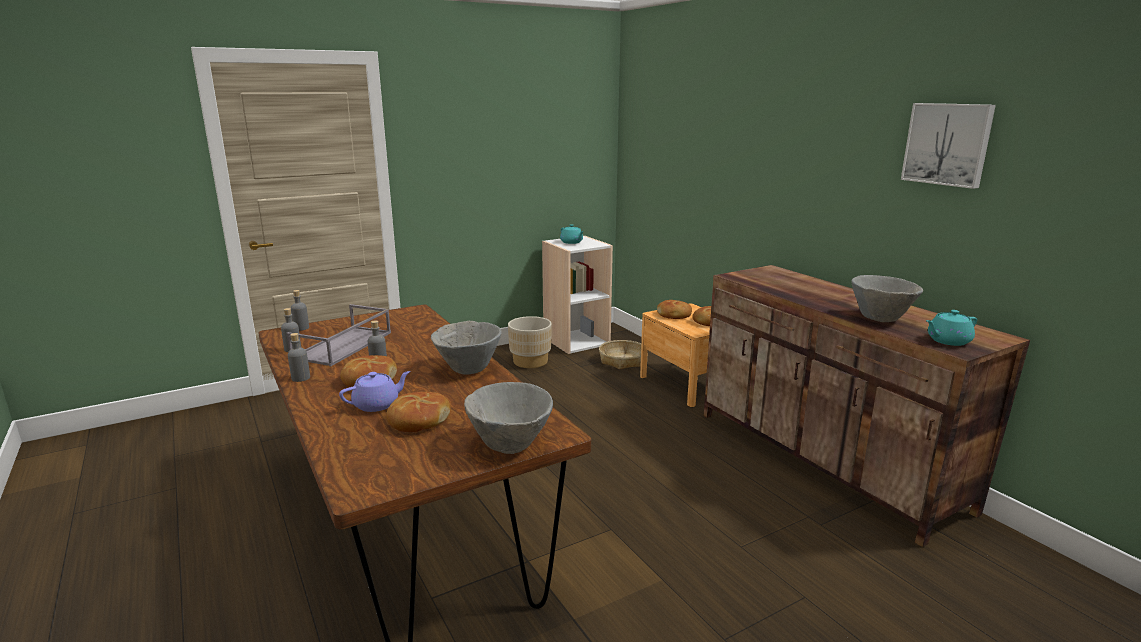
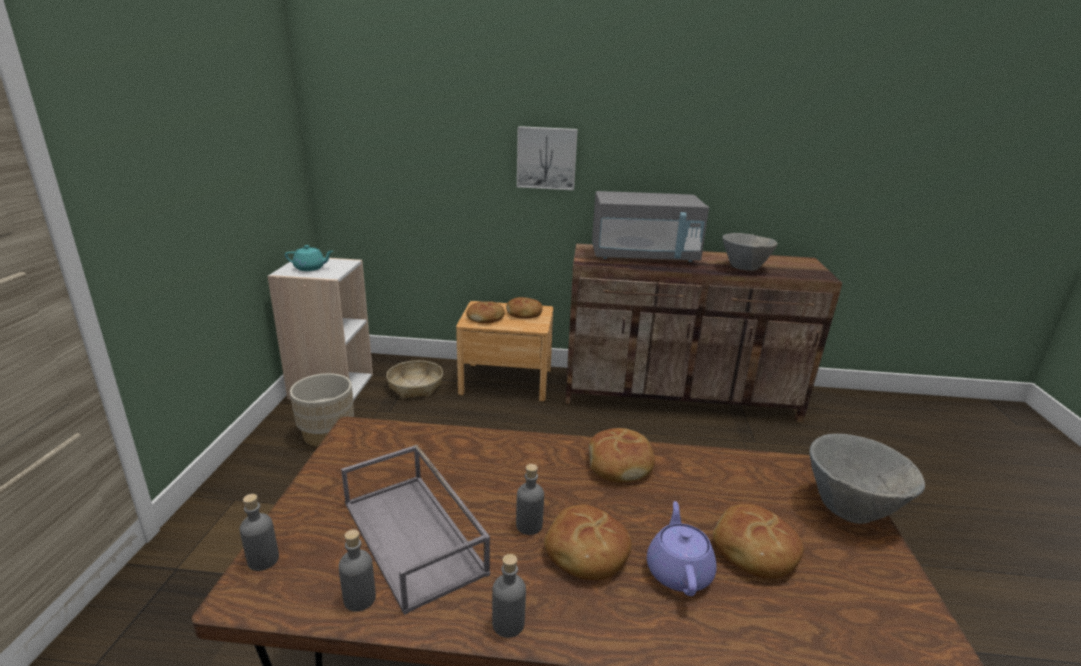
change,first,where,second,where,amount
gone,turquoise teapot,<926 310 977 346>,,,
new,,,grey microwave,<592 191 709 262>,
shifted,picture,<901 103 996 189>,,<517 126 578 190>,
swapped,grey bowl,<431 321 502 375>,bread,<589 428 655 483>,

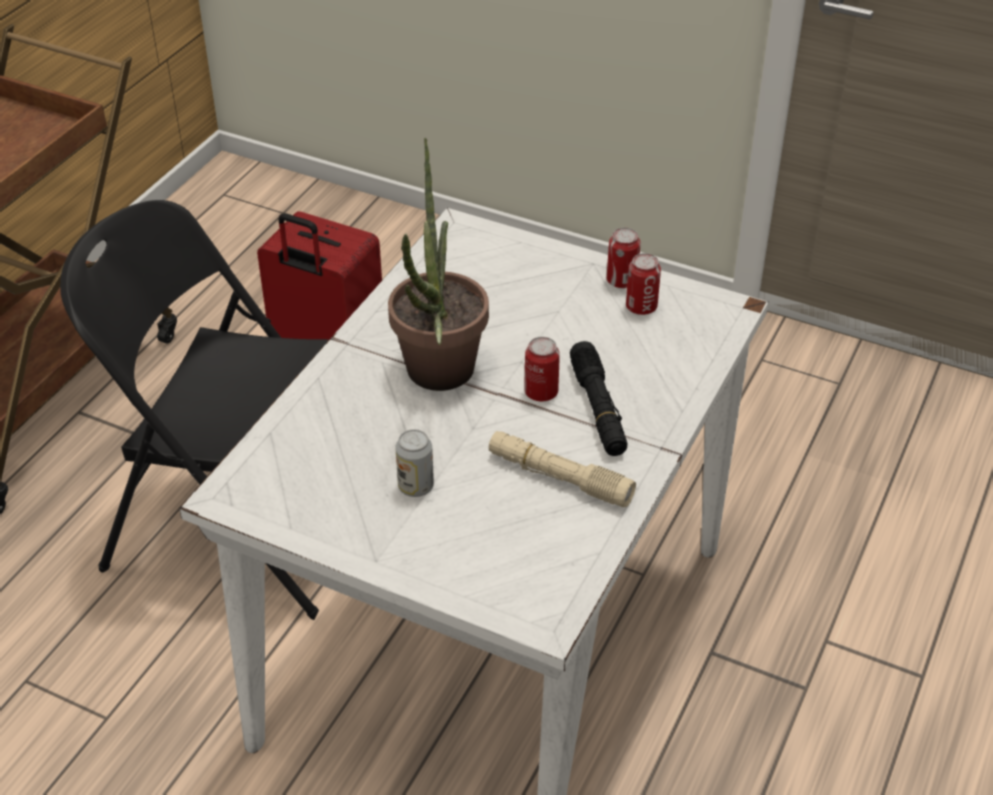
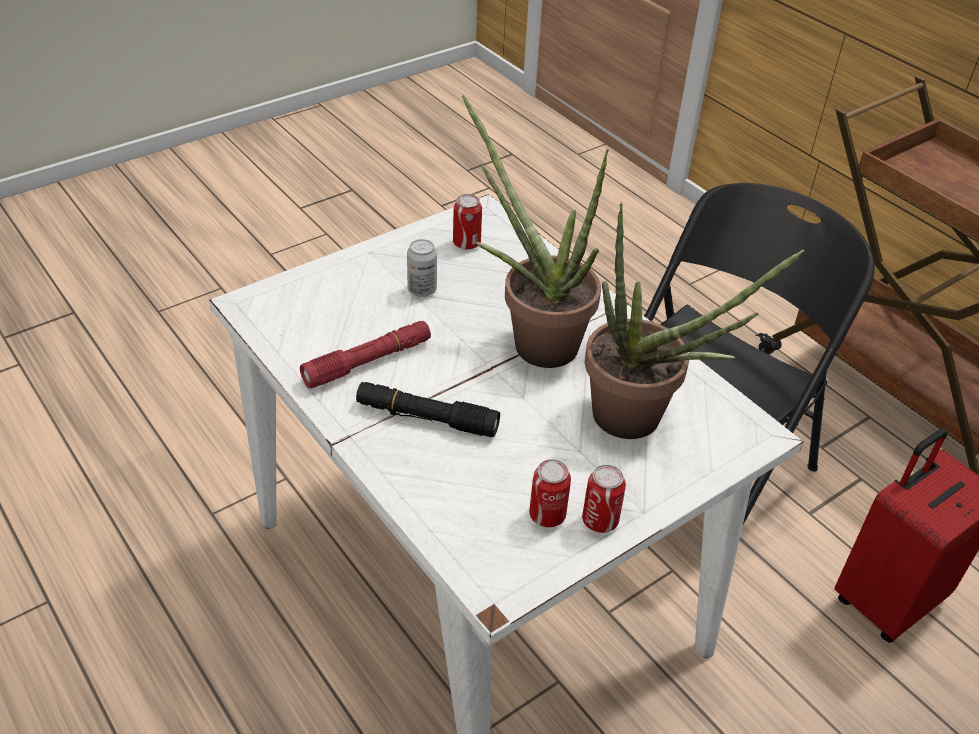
change,first,where,second,where,amount
new,,,potted plant,<585 202 805 439>,
shifted,can,<524 337 560 402>,,<453 194 482 249>,
repainted,beige flashlight,<489 431 636 507>,red flashlight,<300 321 431 388>,

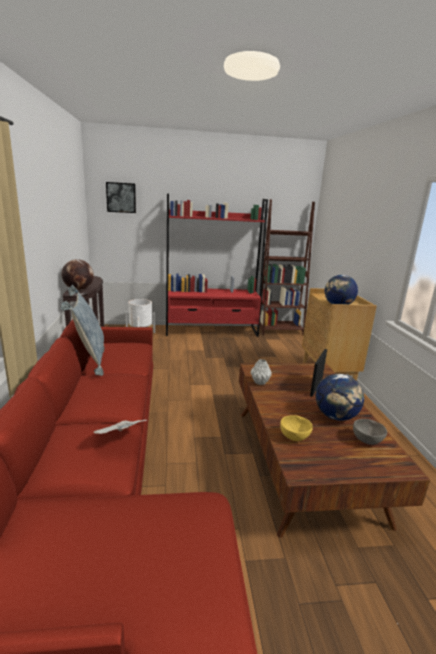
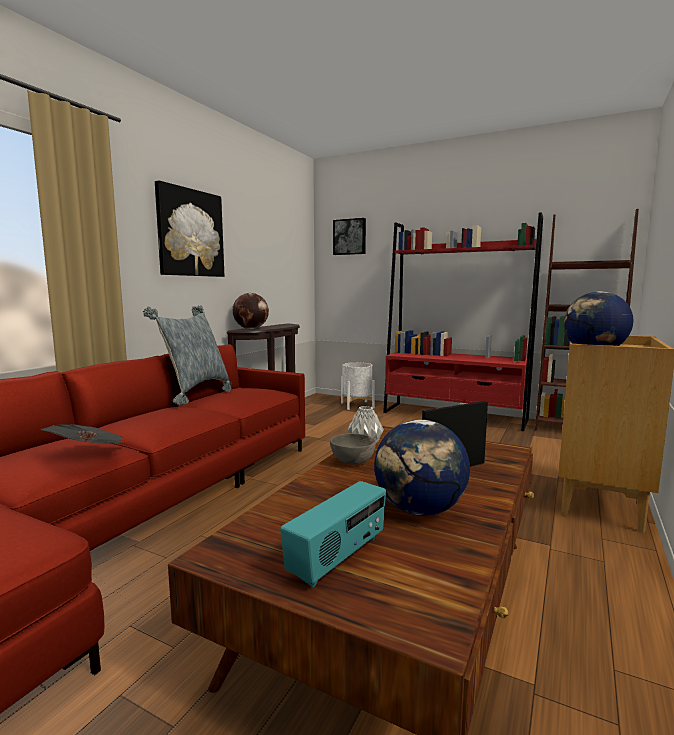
change,first,where,second,where,amount
gone,yellow bowl,<280 415 313 441>,,,
new,,,picture,<155 180 224 277>,
new,,,radio,<280 481 386 588>,
shifted,grey bowl,<353 419 387 445>,,<330 433 376 464>,

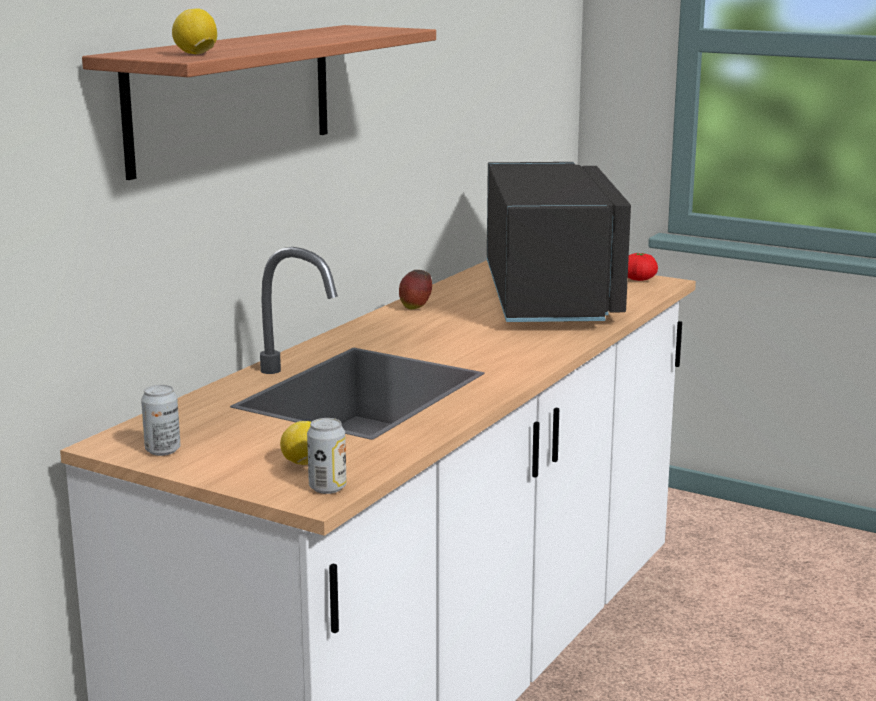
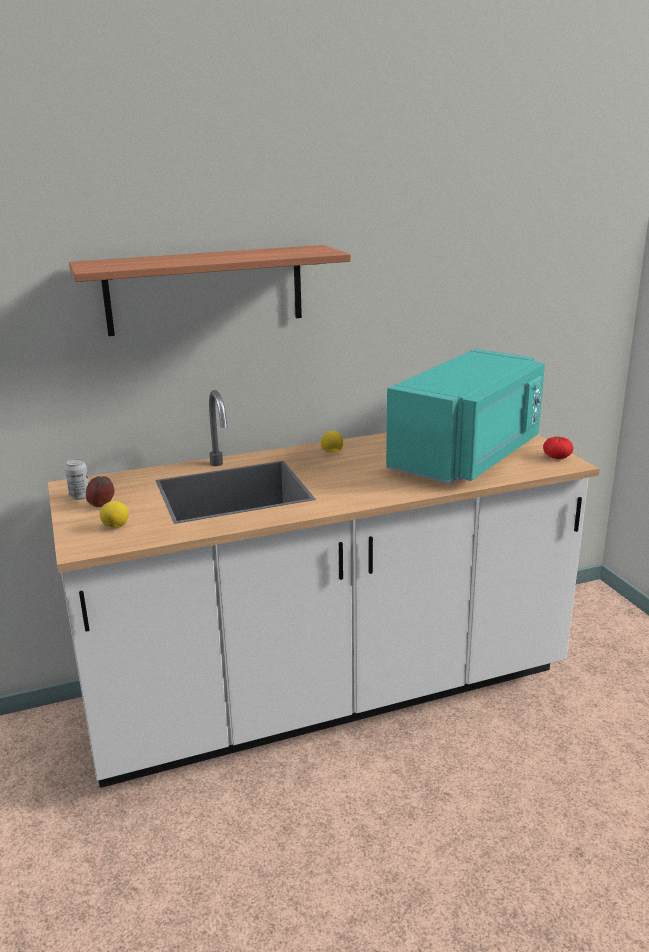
change,first,where,second,where,amount
gone,can,<307 418 346 494>,,,
shifted,lemon,<172 9 217 54>,,<320 431 343 453>,
shifted,apple,<399 270 432 309>,,<86 476 114 507>,
repainted,black microwave,<487 162 631 322>,turquoise microwave,<386 349 545 484>,

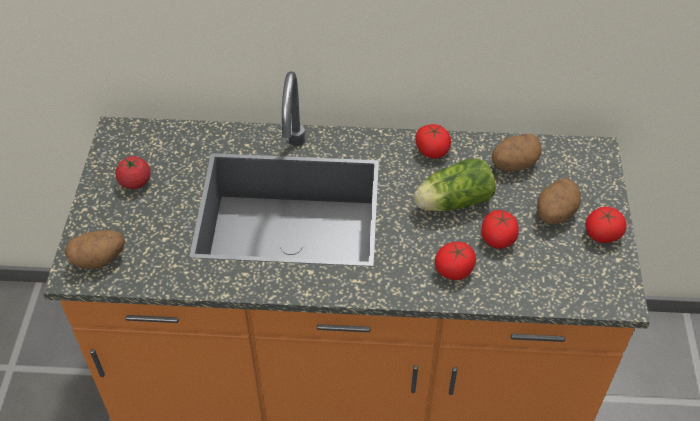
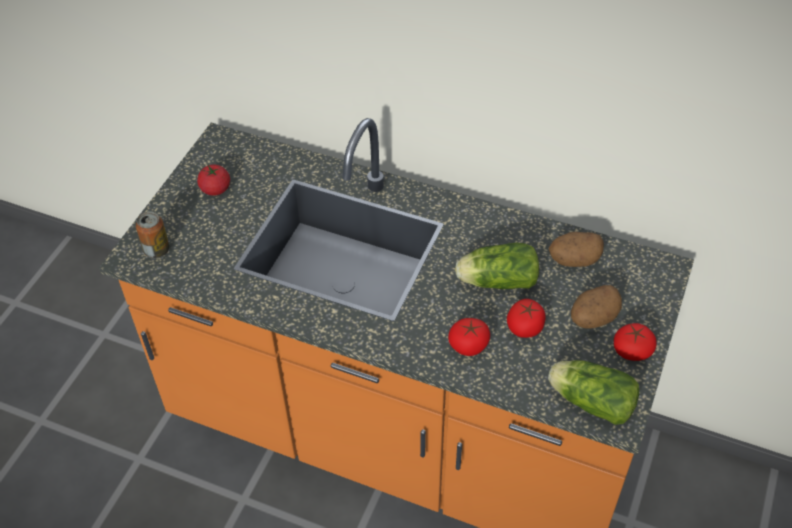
change,first,where,second,where,amount
gone,tomato,<415 124 451 158>,,,
new,,,lettuce,<548 360 639 425>,
swapped,potato,<65 230 125 269>,can,<136 211 169 258>,

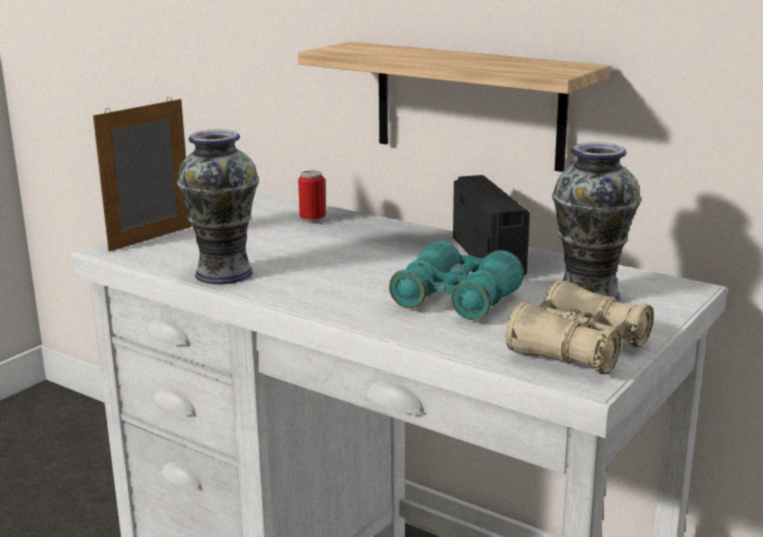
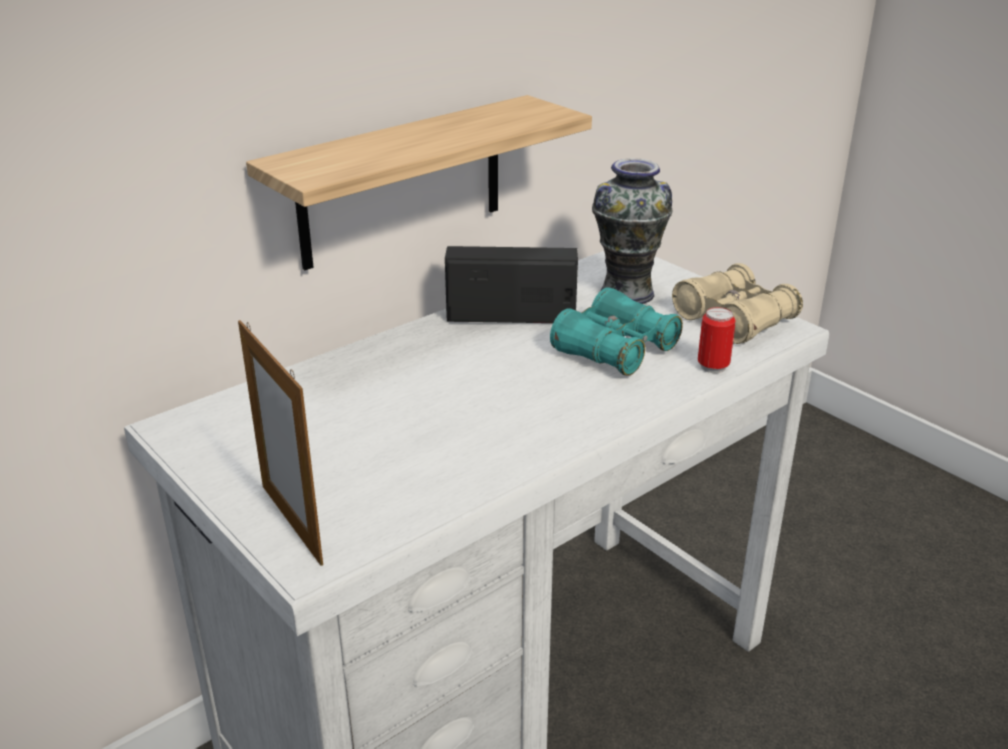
change,first,where,second,where,amount
gone,vase,<177 129 259 284>,,,
shifted,can,<298 171 326 224>,,<698 307 736 373>,

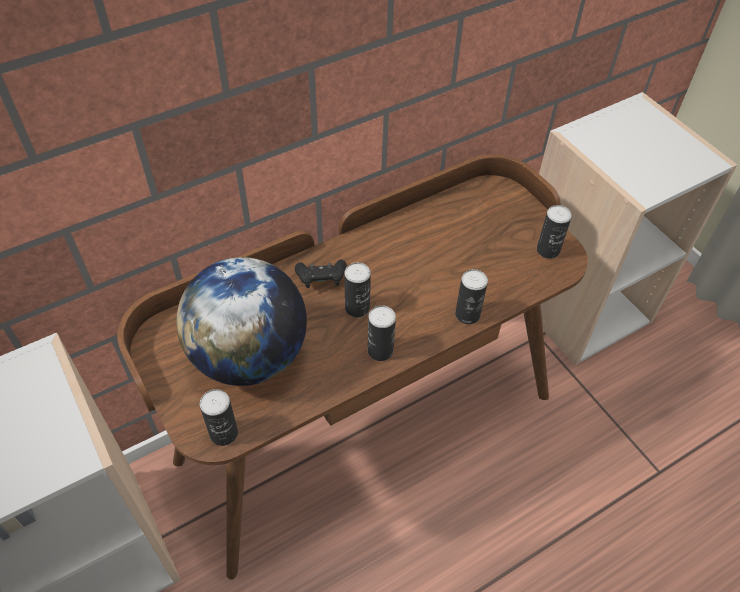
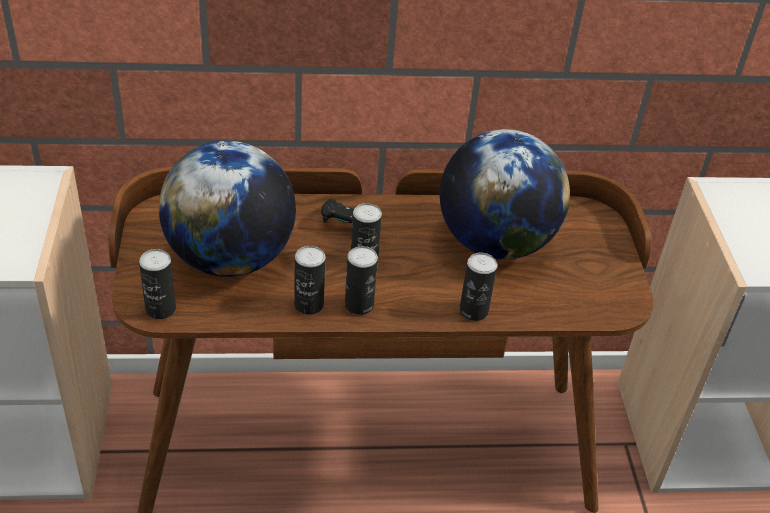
change,first,where,second,where,amount
new,,,globe,<440 129 570 260>,
shifted,can,<537 205 572 259>,,<294 246 325 315>,

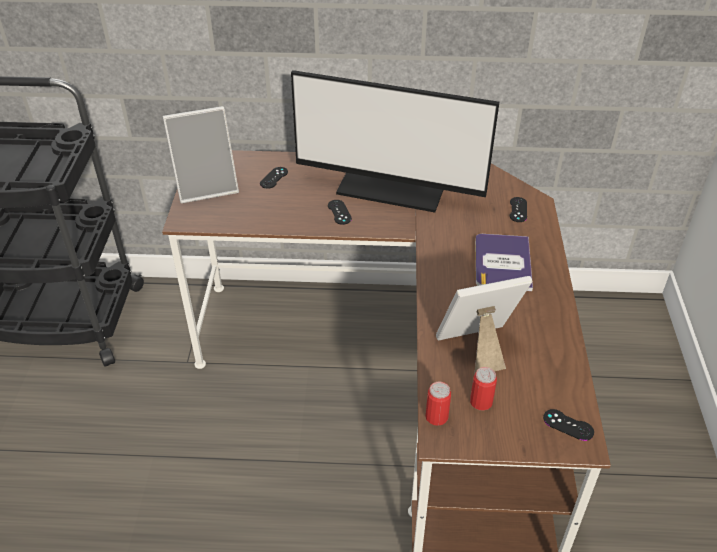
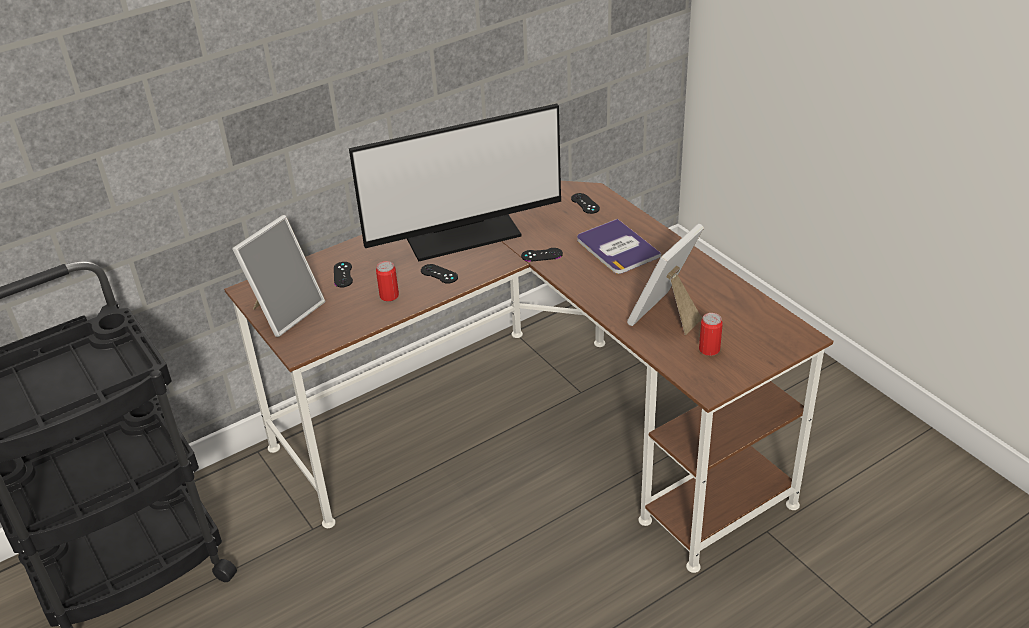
change,first,where,second,where,amount
shifted,can,<425 382 451 426>,,<376 261 399 301>,
shifted,black game controller,<543 409 594 441>,,<521 248 563 262>,

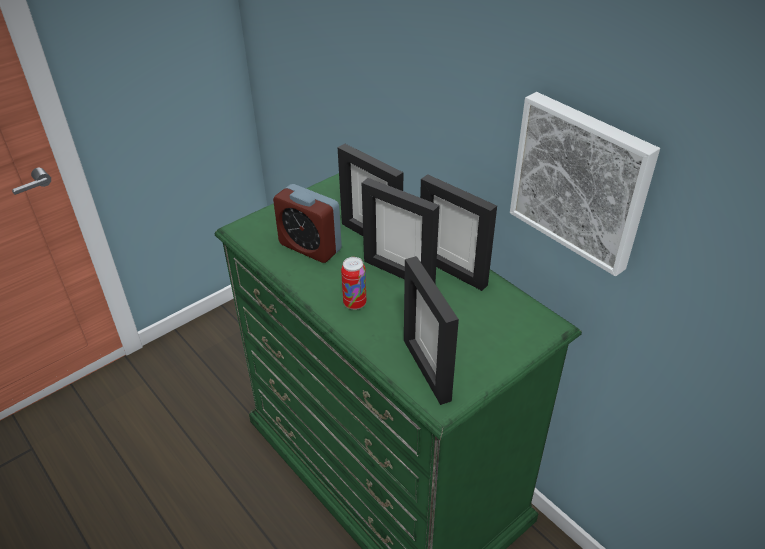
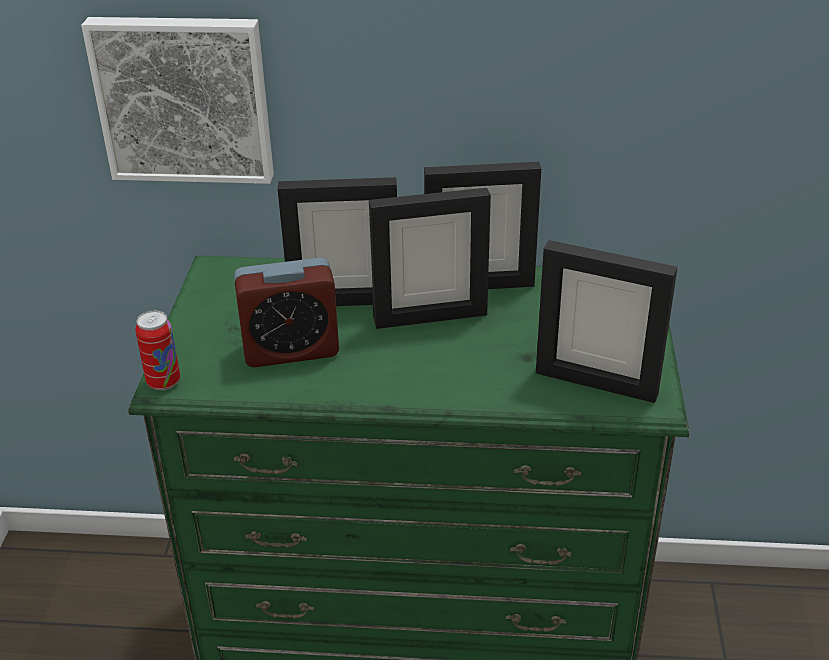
change,first,where,second,where,amount
shifted,can,<341 257 366 310>,,<135 311 180 390>,
shifted,picture,<510 92 660 276>,,<81 17 274 184>,

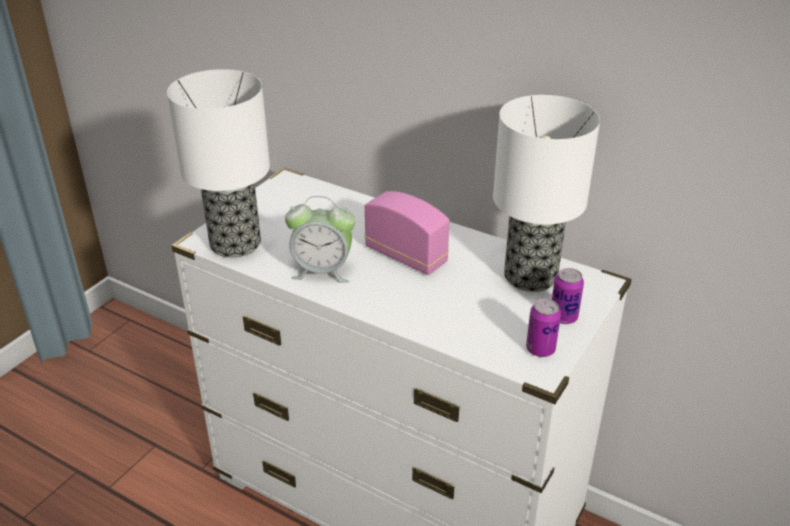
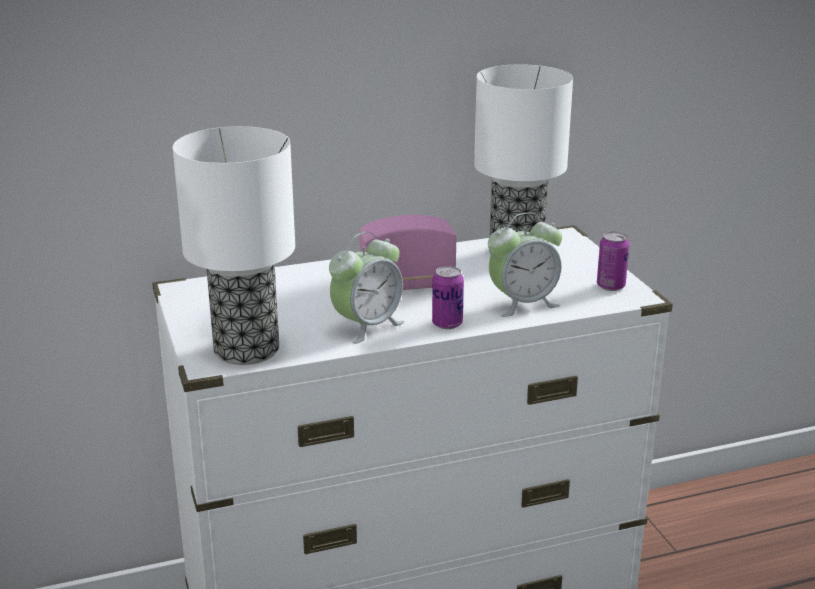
change,first,where,second,where,amount
new,,,alarm clock,<488 212 562 317>,
shifted,can,<552 268 584 324>,,<432 266 464 329>,

